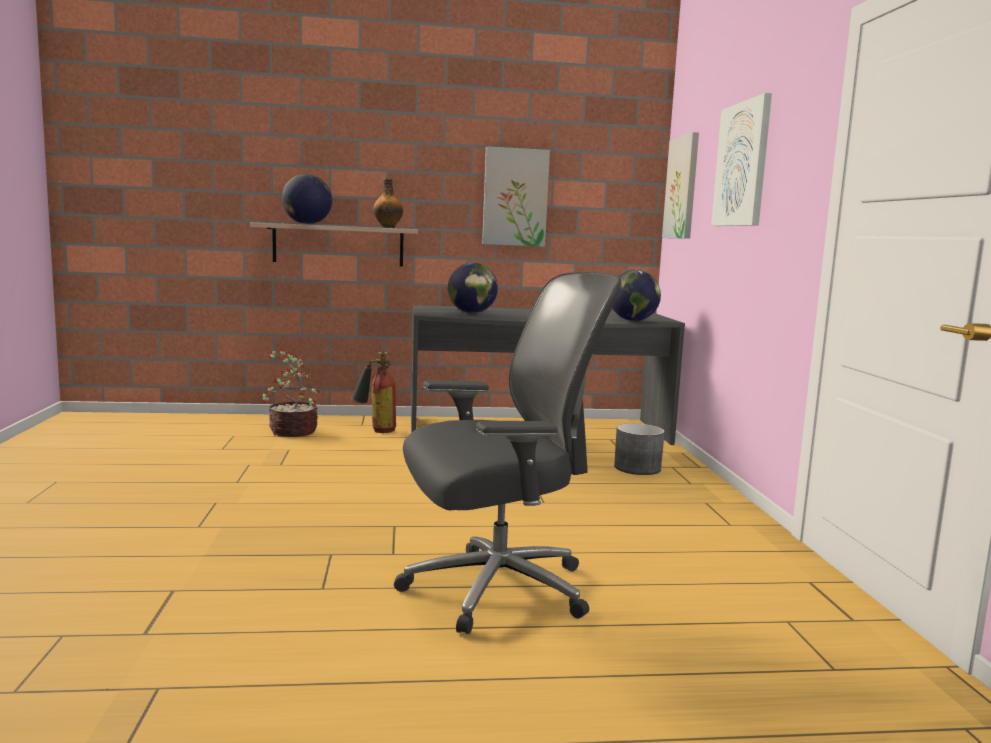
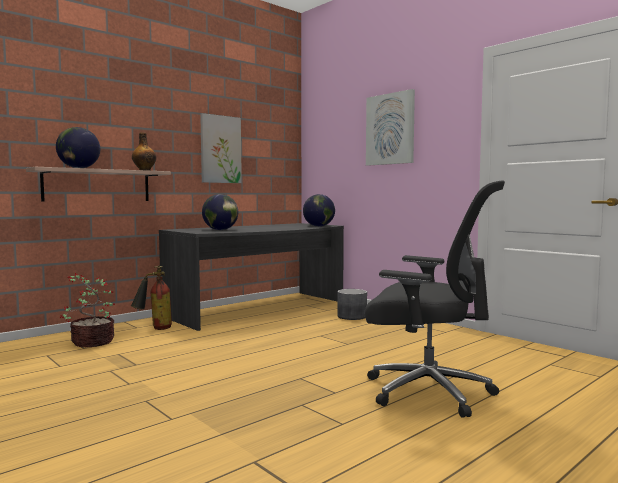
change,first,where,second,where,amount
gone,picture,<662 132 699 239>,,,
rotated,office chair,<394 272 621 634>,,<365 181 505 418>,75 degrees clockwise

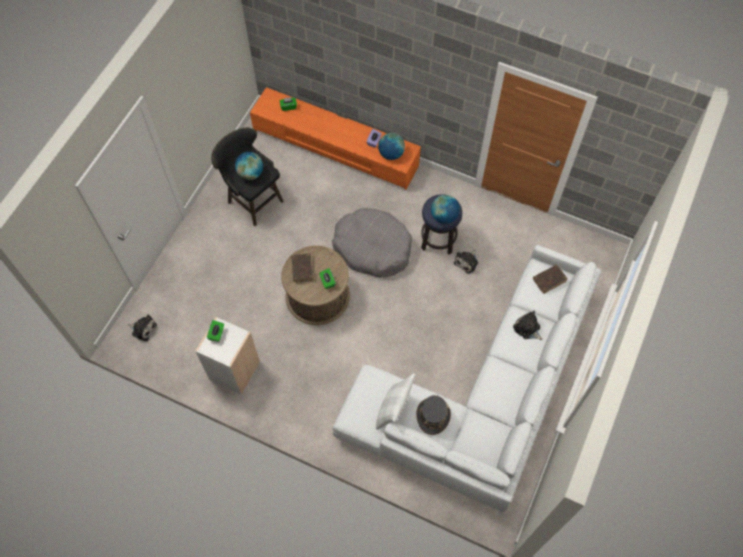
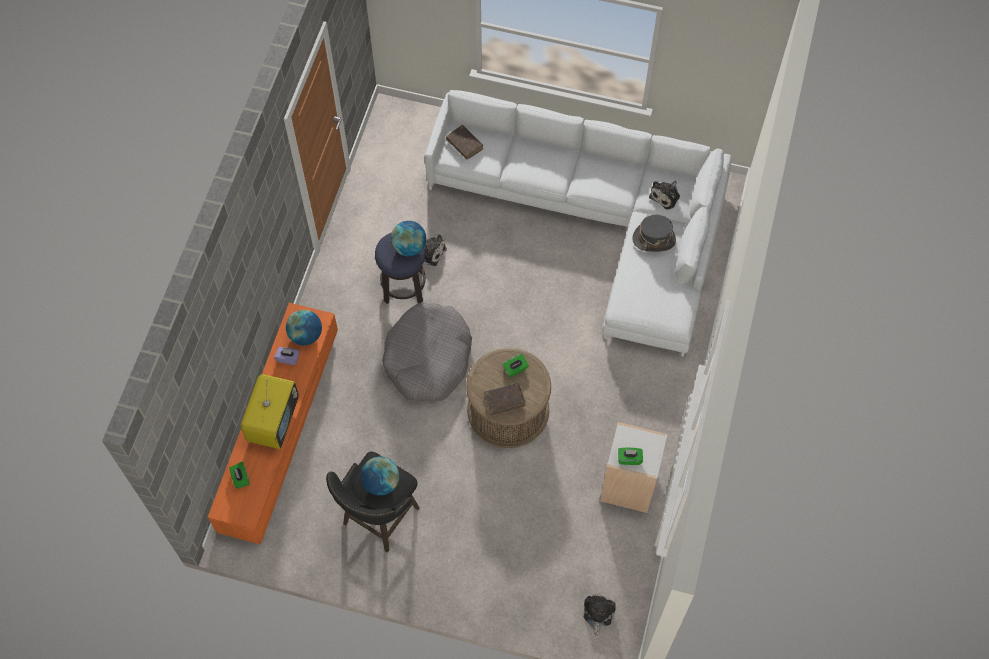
change,first,where,second,where,amount
gone,white pillow,<376 373 415 430>,,,
new,,,television,<240 374 299 449>,
shifted,plush toy,<513 311 543 340>,,<649 181 680 210>,

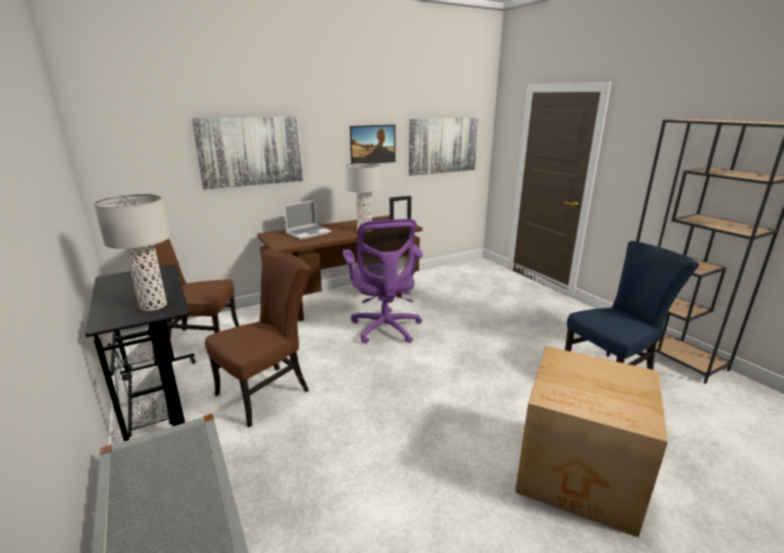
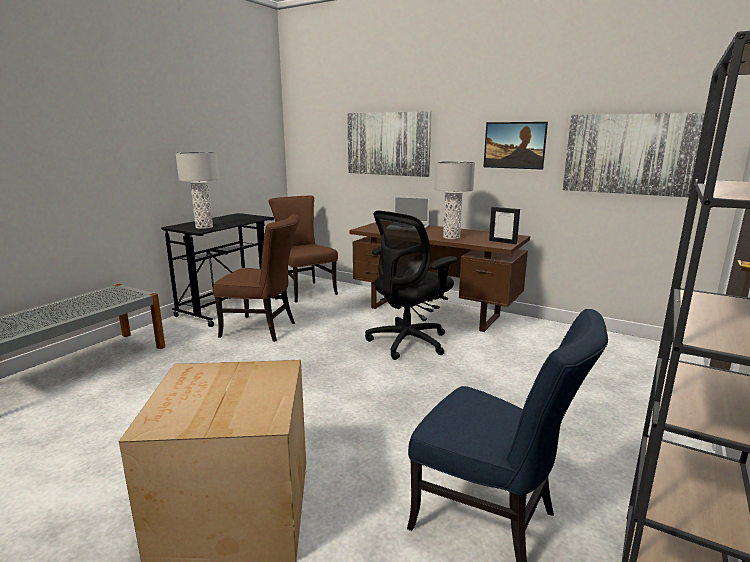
change,first,where,second,where,amount
repainted,purple office chair,<343 219 423 343>,black office chair,<365 211 457 360>,

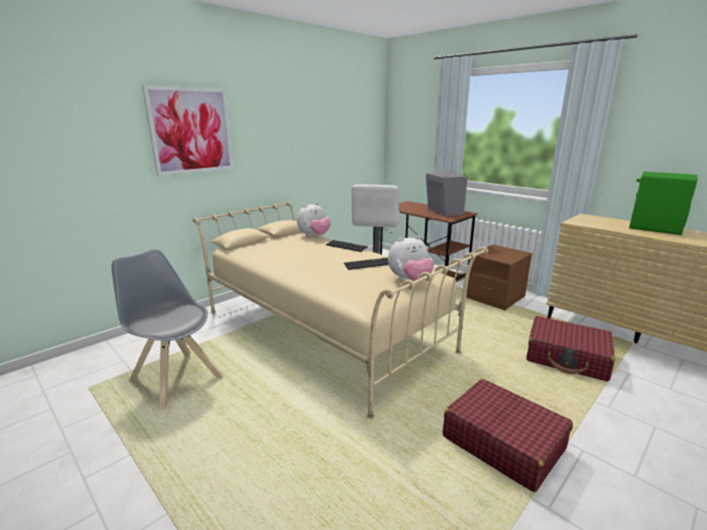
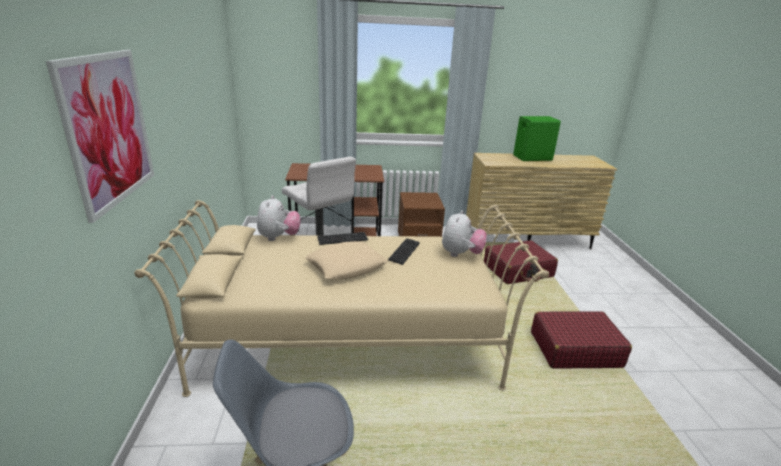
change,first,where,second,where,amount
gone,grey speaker,<426 171 468 217>,,,
new,,,beige pillow,<305 241 388 280>,

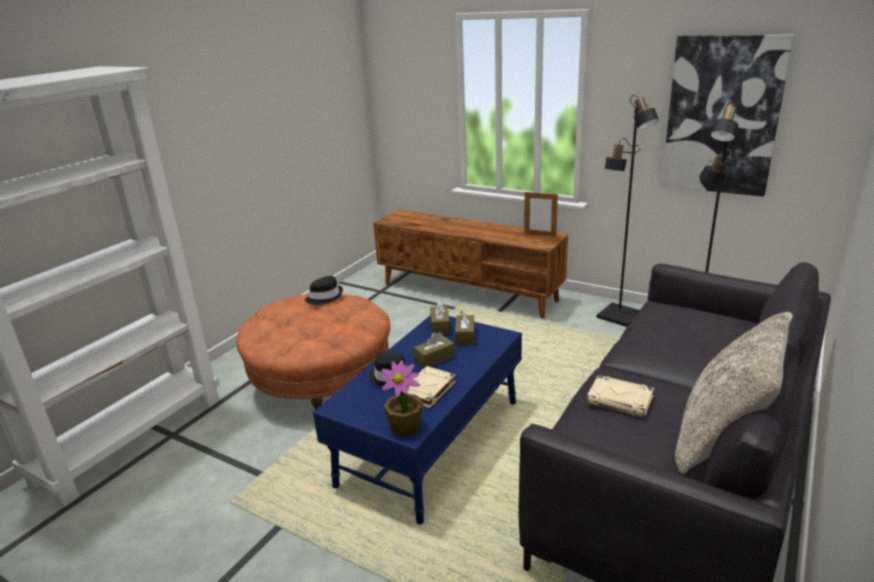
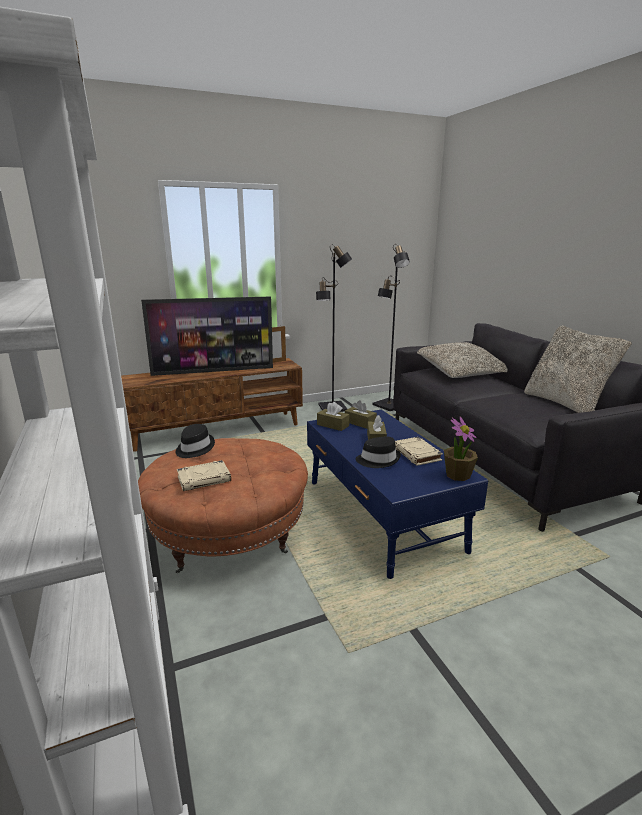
change,first,where,second,where,amount
gone,picture,<661 35 794 197>,,,
new,,,television,<141 297 273 376>,
new,,,beige pillow,<417 342 508 378>,
shifted,beige book,<586 375 654 418>,,<177 460 231 491>,

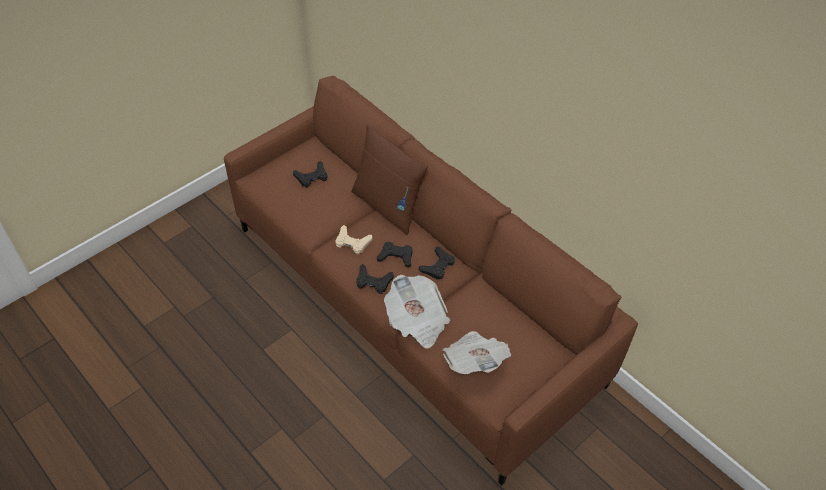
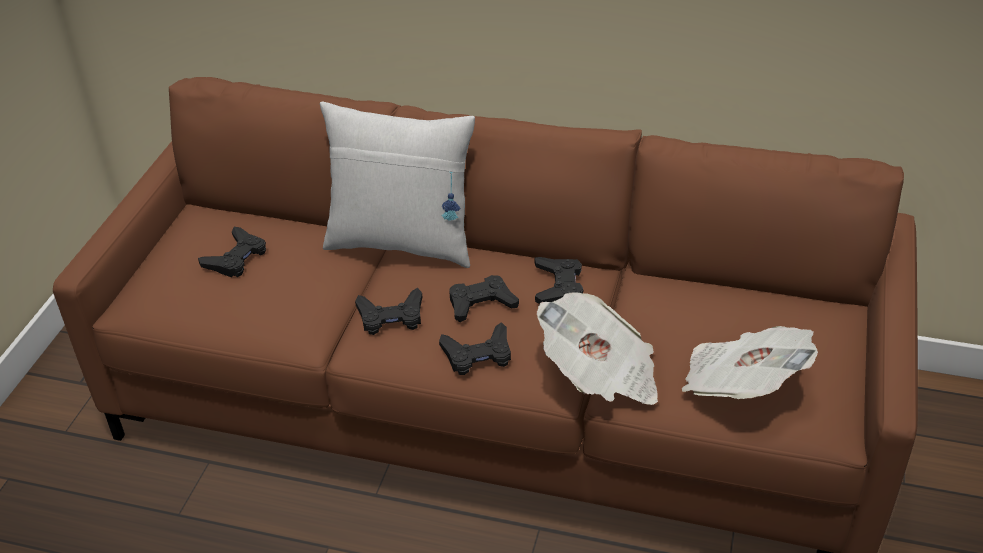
change,first,where,second,where,amount
repainted,beige game controller,<335 225 372 254>,black game controller,<355 288 422 335>,
repainted,brown pillow,<352 124 428 235>,grey pillow,<320 102 475 268>,

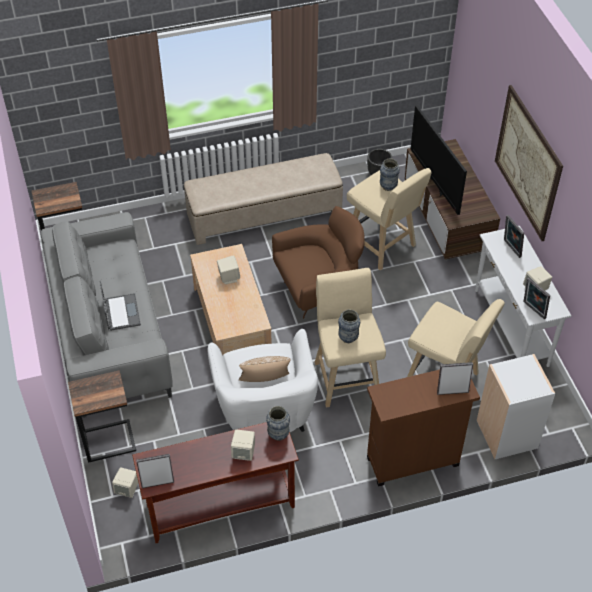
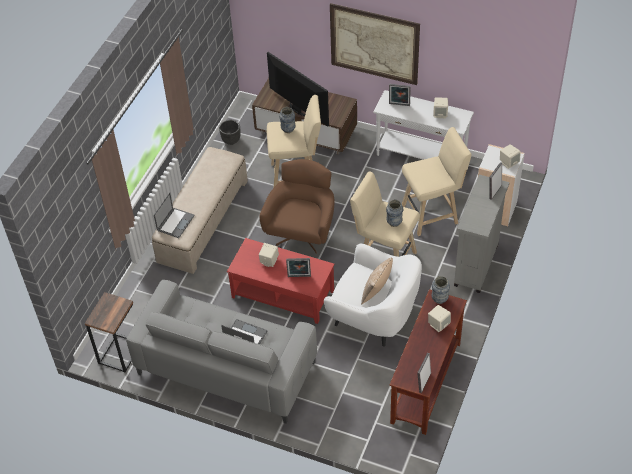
change,first,where,second,where,amount
gone,side table,<68 370 136 463>,,,
new,,,laptop,<154 193 195 238>,
shifted,beige speaker,<112 467 138 498>,,<500 144 521 169>,
shifted,picture frame,<523 278 550 319>,,<286 258 311 277>,
repainted,beige coffee table,<190 244 272 355>,red coffee table,<227 238 334 324>,
repainted,brown cabinet,<367 370 480 487>,grey cabinet,<454 175 509 293>,
rotated,television,<410 105 467 215>,,<267 52 329 127>,150 degrees counterclockwise

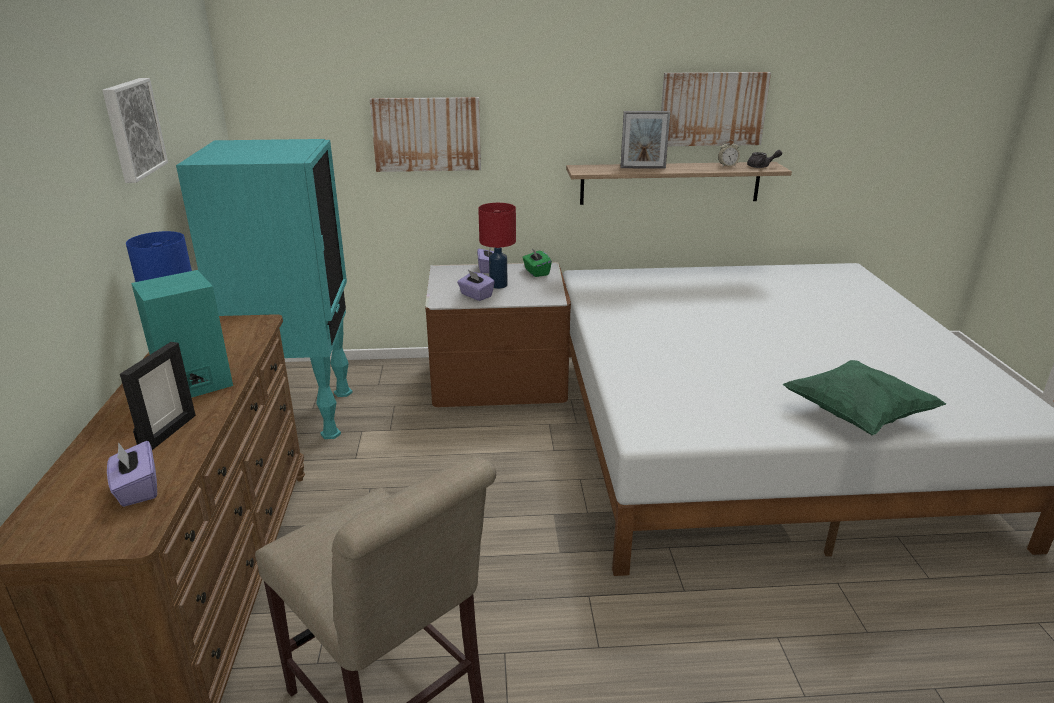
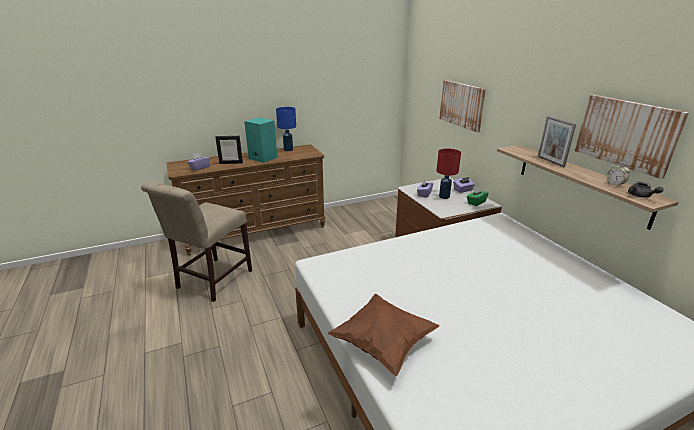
change,first,where,second,where,amount
gone,picture,<102 78 168 183>,,,
gone,turquoise cabinet,<176 139 353 439>,,,
repainted,green pillow,<783 360 946 435>,brown pillow,<328 294 439 376>,

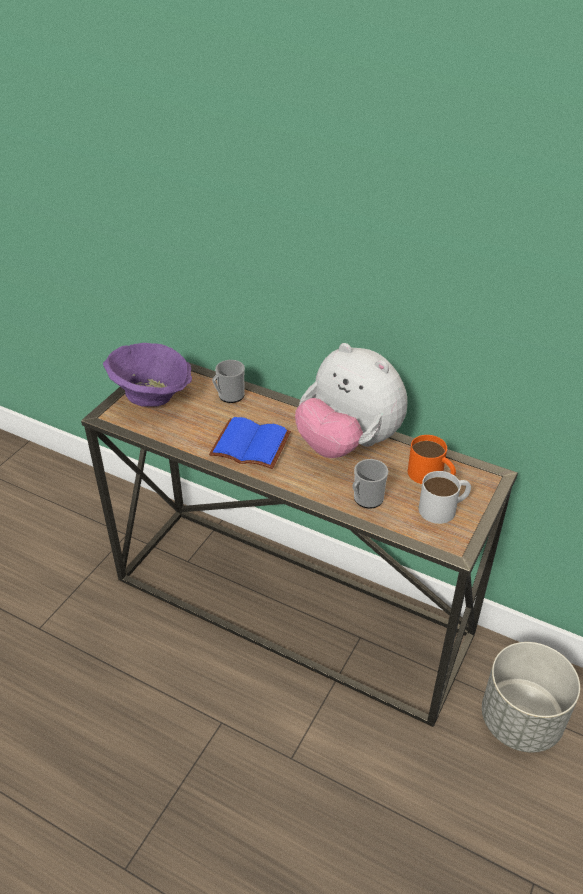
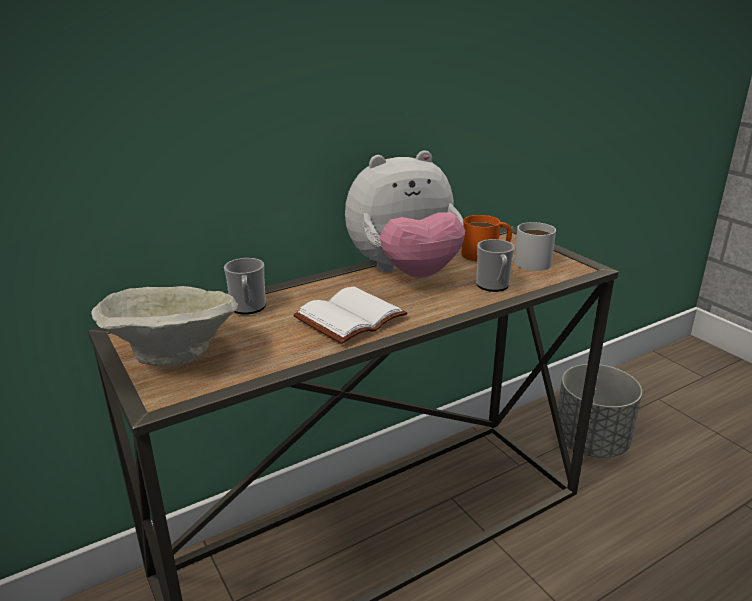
change,first,where,second,where,amount
repainted,purple bowl,<103 343 192 407>,beige bowl,<91 286 238 367>,
repainted,blue book,<209 417 291 469>,white book,<293 287 407 344>,

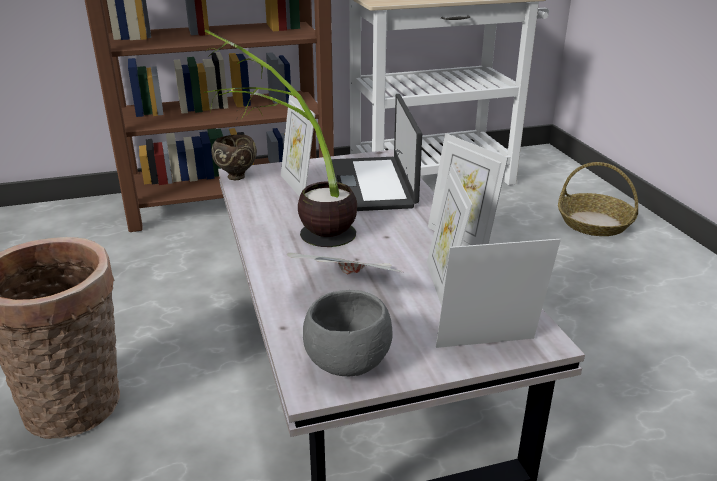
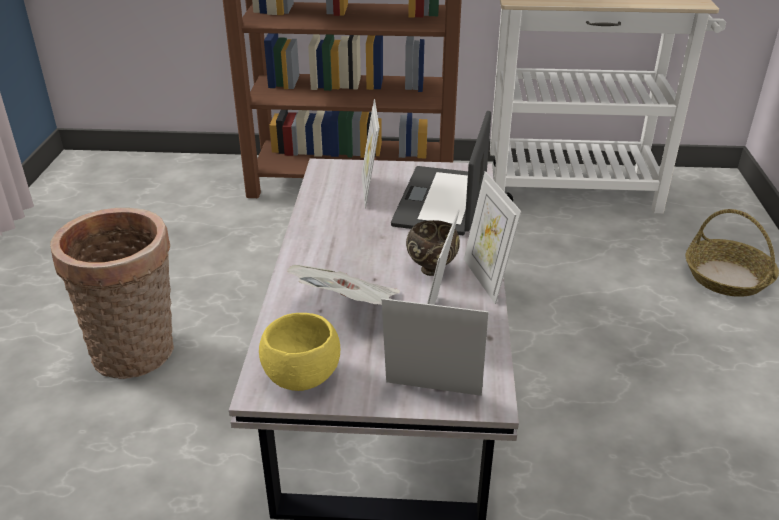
change,first,where,second,where,amount
gone,potted plant,<204 29 357 247>,,,
shifted,brown bowl,<212 134 257 180>,,<406 220 460 276>,
repainted,grey bowl,<303 290 392 376>,yellow bowl,<259 313 340 391>,

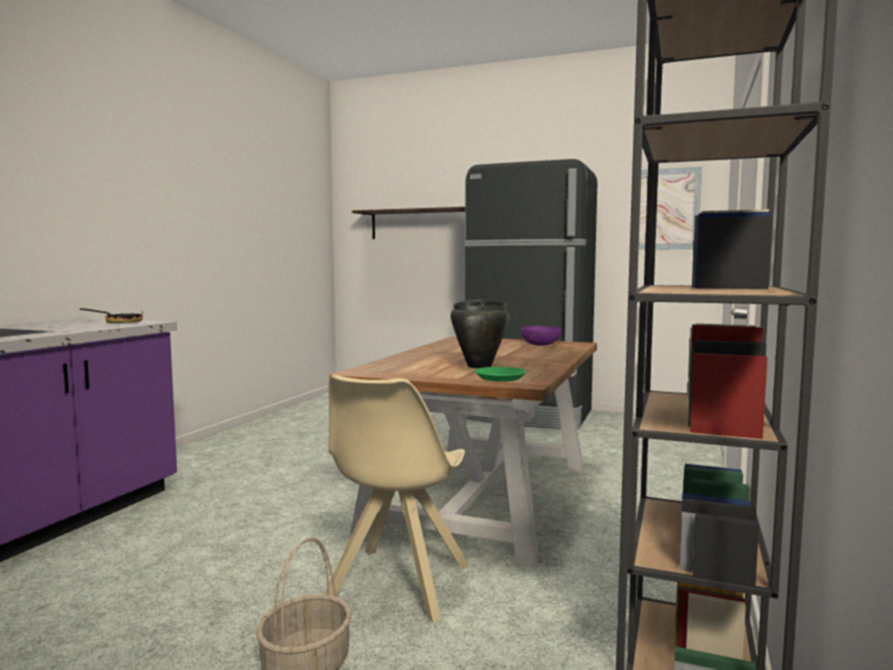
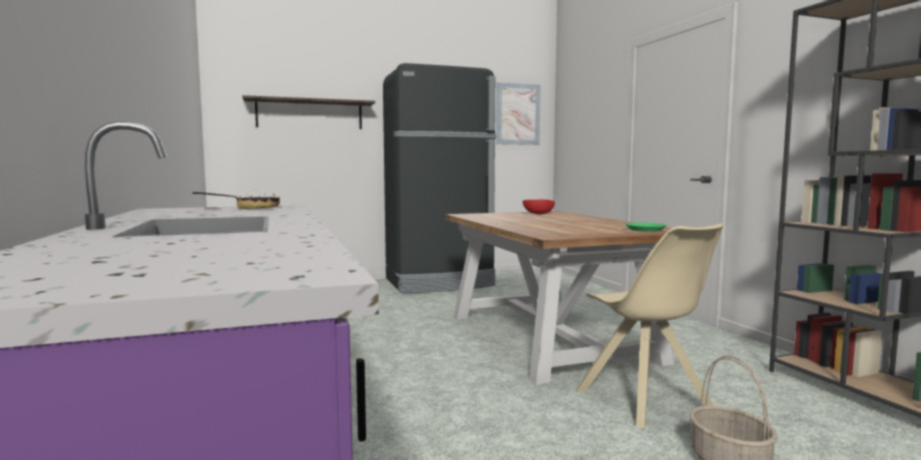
change,first,where,second,where,amount
gone,black cooking pot,<450 299 509 368>,,,
repainted,purple bowl,<521 326 561 346>,red bowl,<523 199 555 214>,

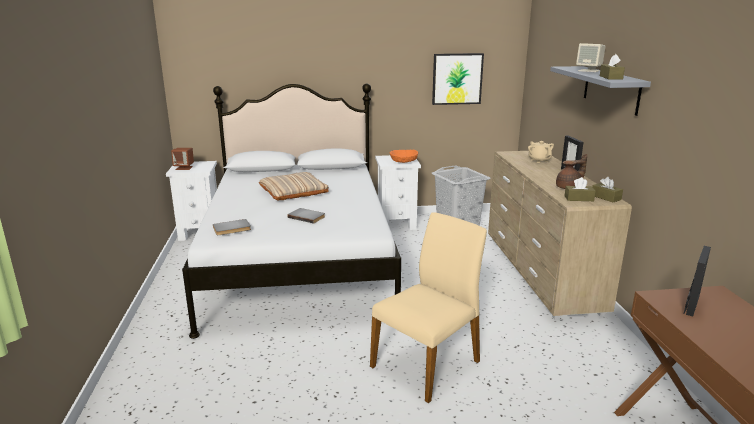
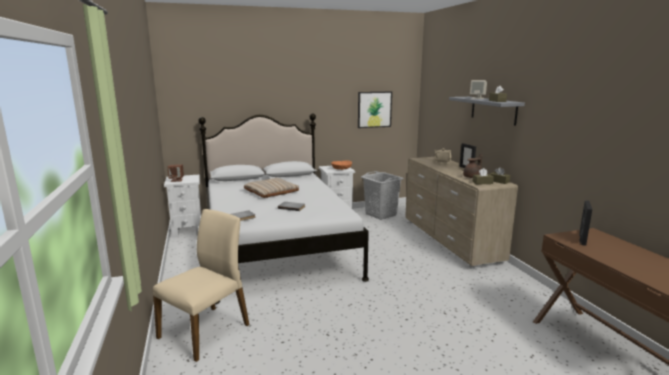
change,first,where,second,where,amount
shifted,beige chair,<370 212 487 403>,,<153 209 249 362>,

